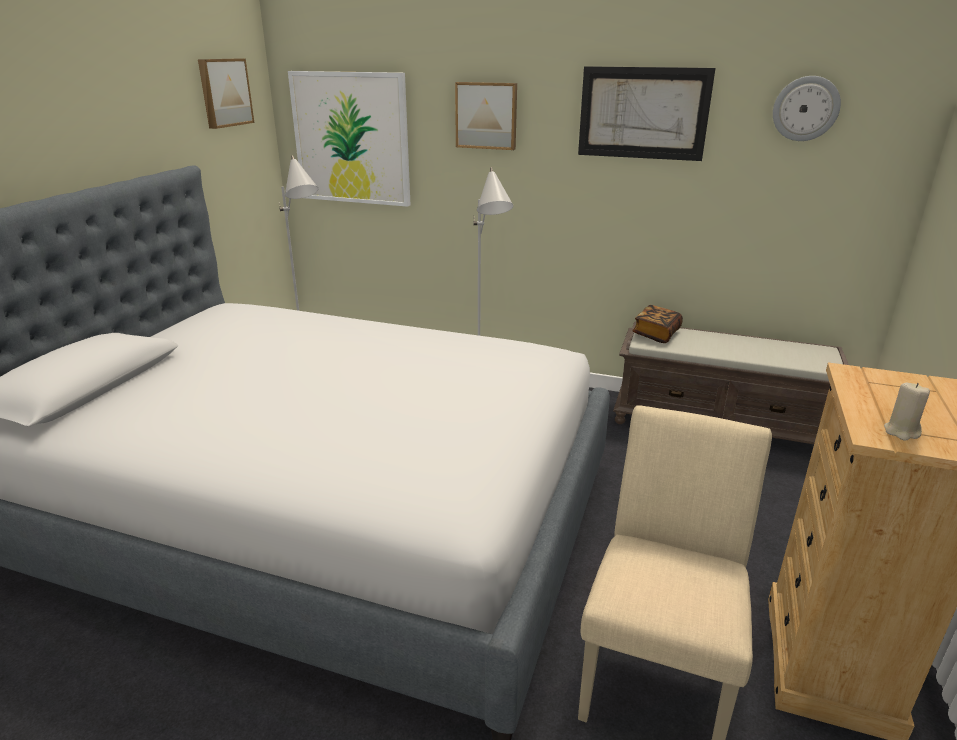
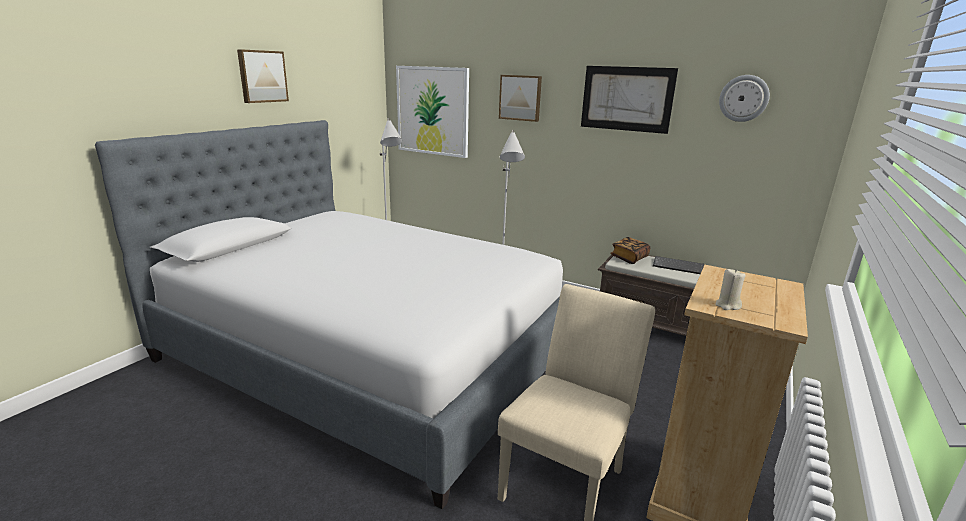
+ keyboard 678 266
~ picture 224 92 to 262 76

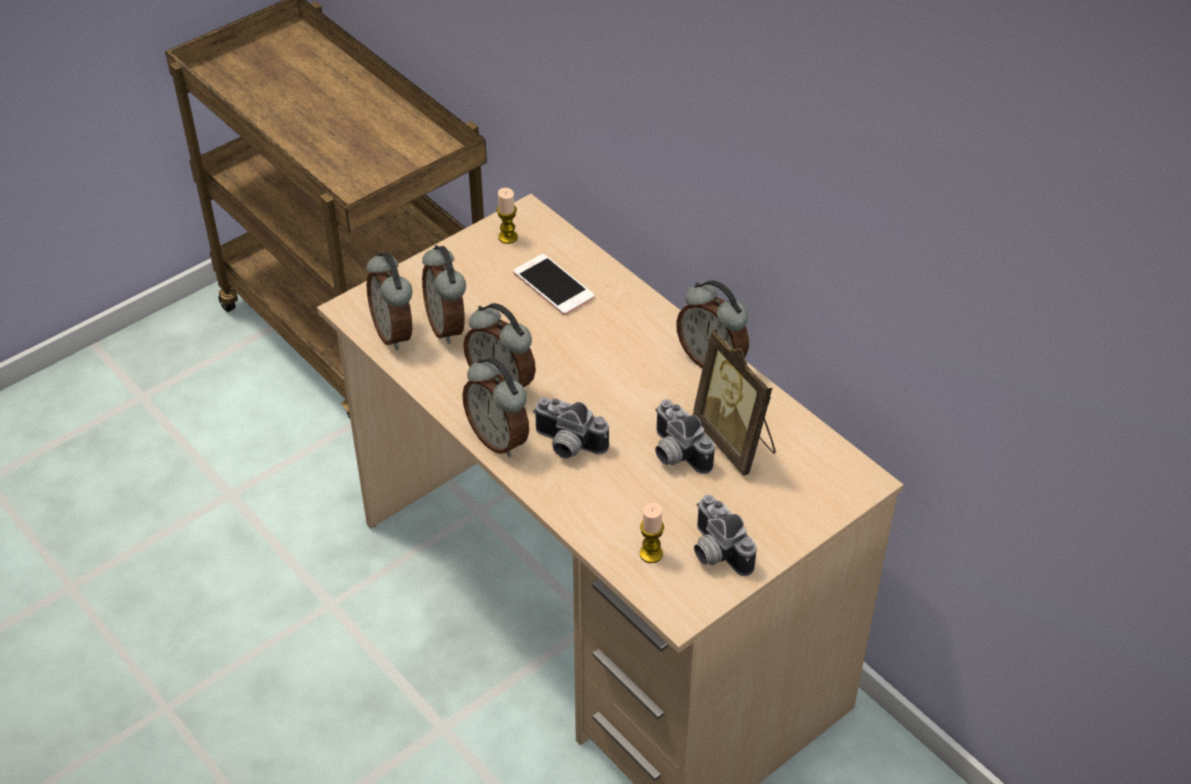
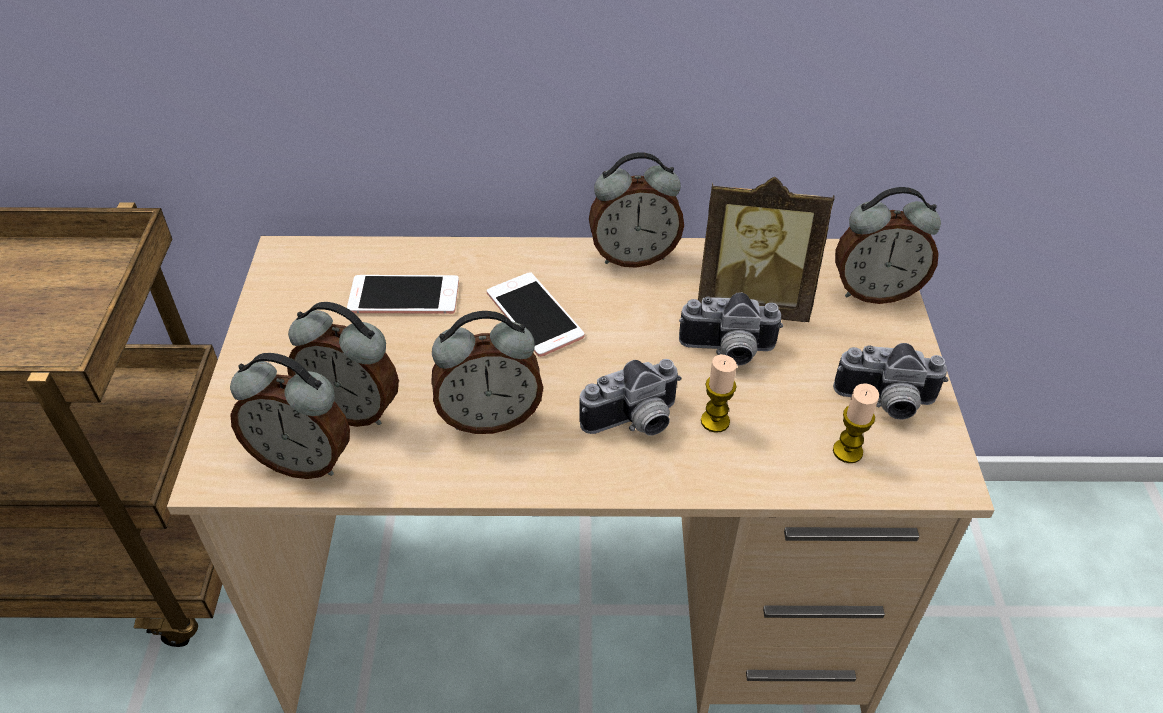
+ phone 534 315
~ alarm clock 499 439 to 874 291
~ candle 508 237 to 715 421

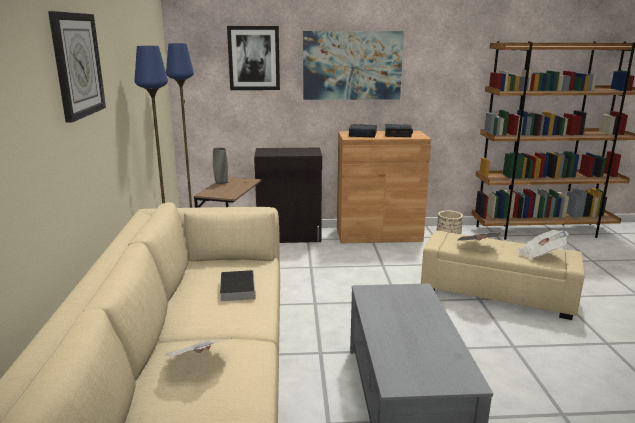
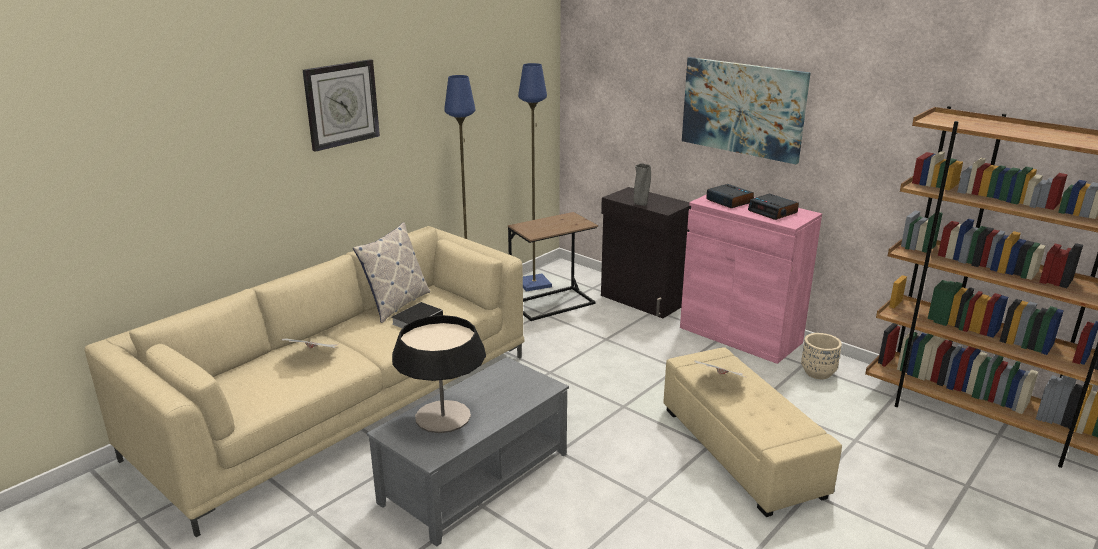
- picture 254 58
- newspaper 540 255
+ pillow 396 304
+ table lamp 442 416
~ grey vase 221 183 to 641 204
~ brown cabinet 378 234 to pink cabinet 740 335

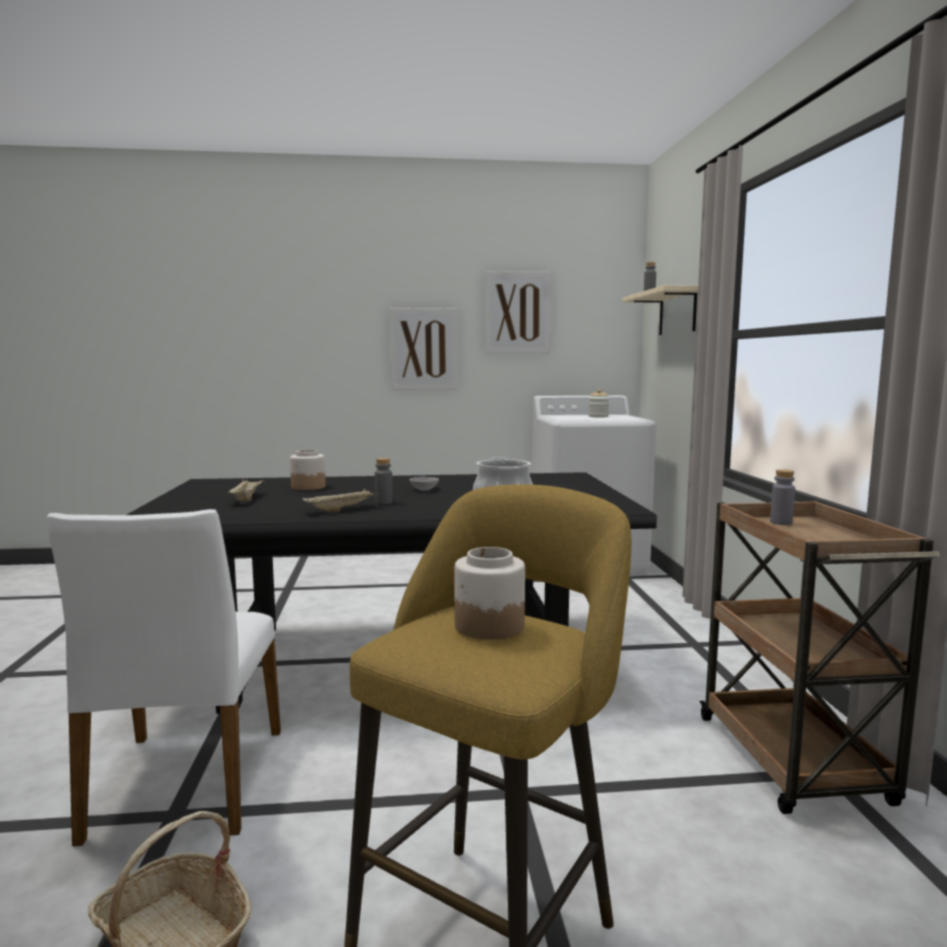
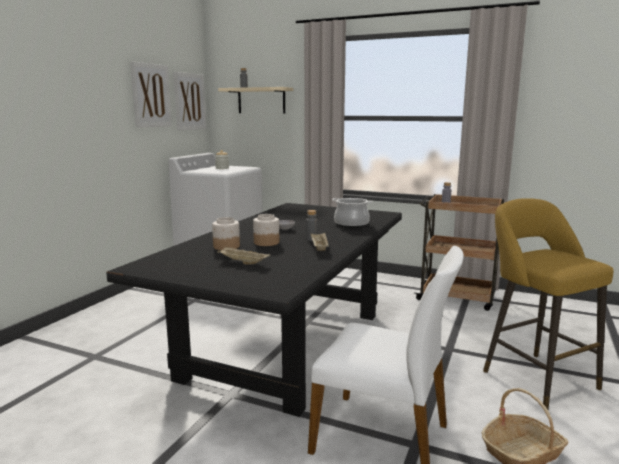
~ picture 423 349 to 189 101
~ jar 489 626 to 266 242

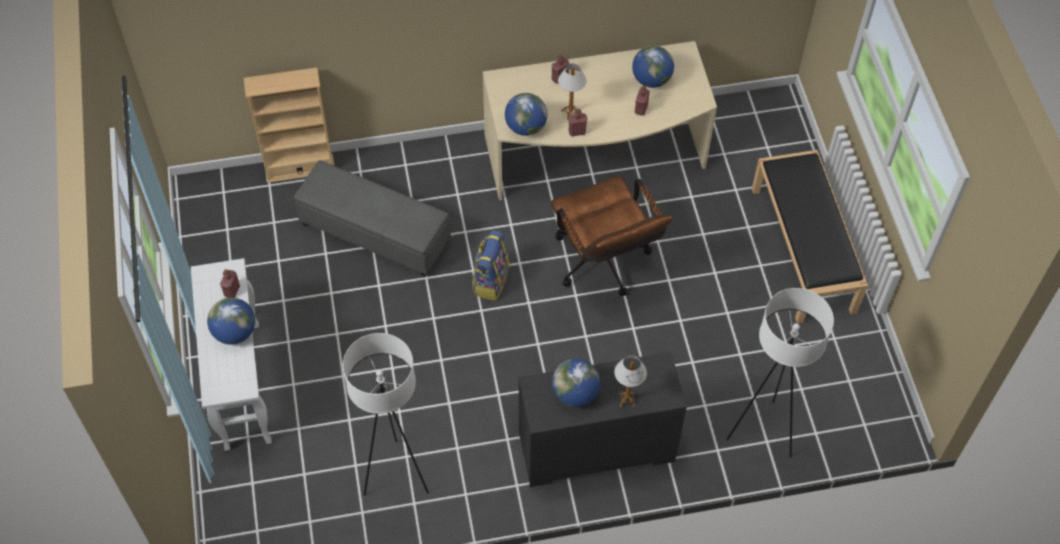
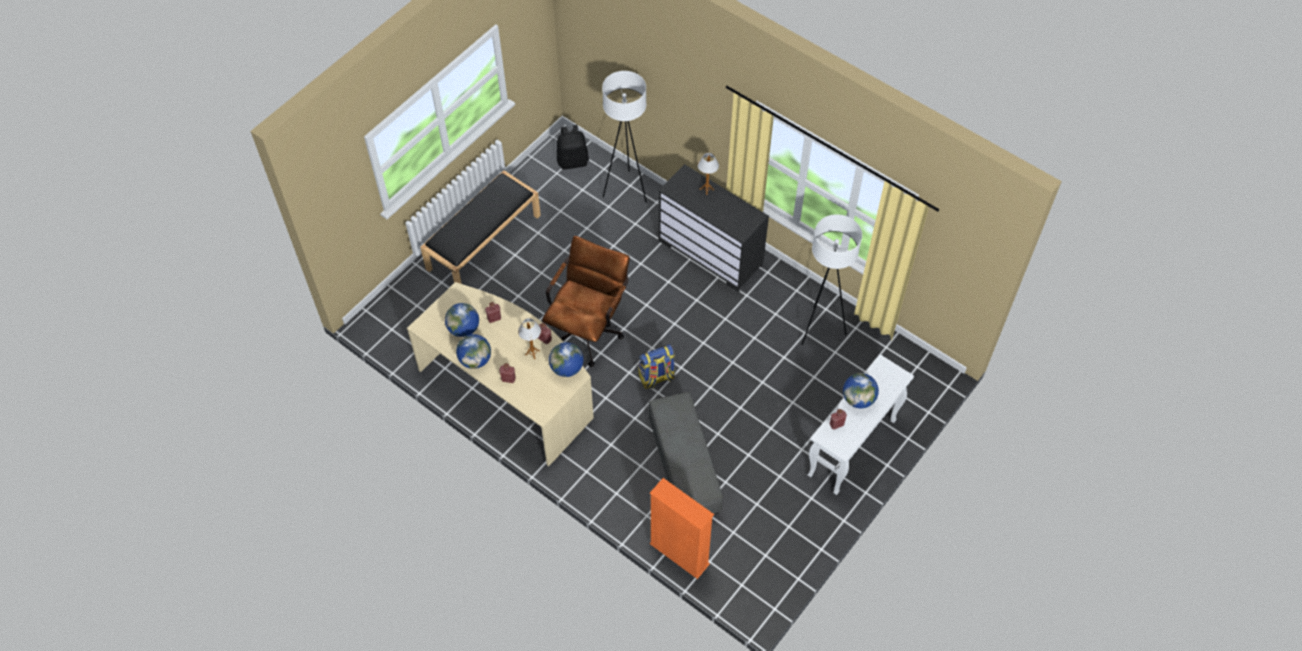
+ black backpack 573 161
~ globe 575 394 to 475 360
~ beige bookcase 300 168 to orange bookcase 679 554

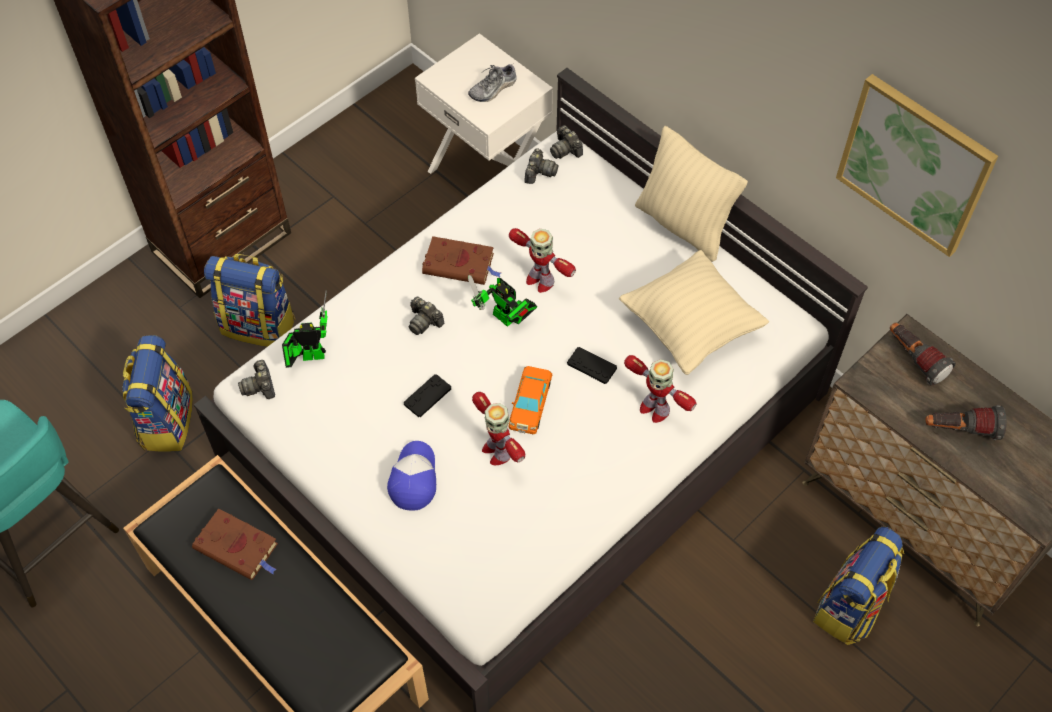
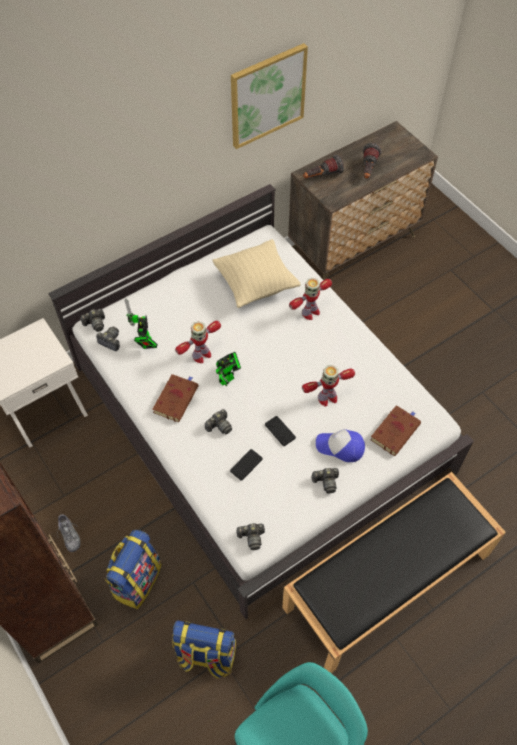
- orange toy car 530 403
- beige pillow 683 225
- backpack 850 607
+ photo camera 326 482
~ brown book 238 547 to 395 431
~ toy robot 309 355 to 145 342
~ shoe 493 89 to 69 535
~ black game controller 591 366 to 246 465

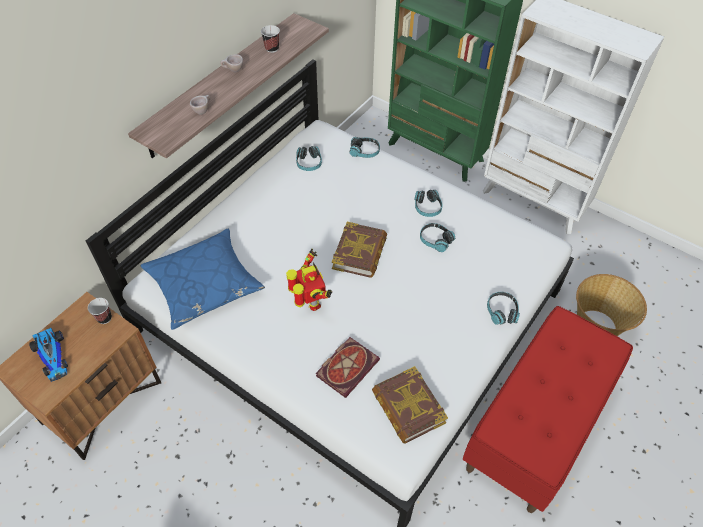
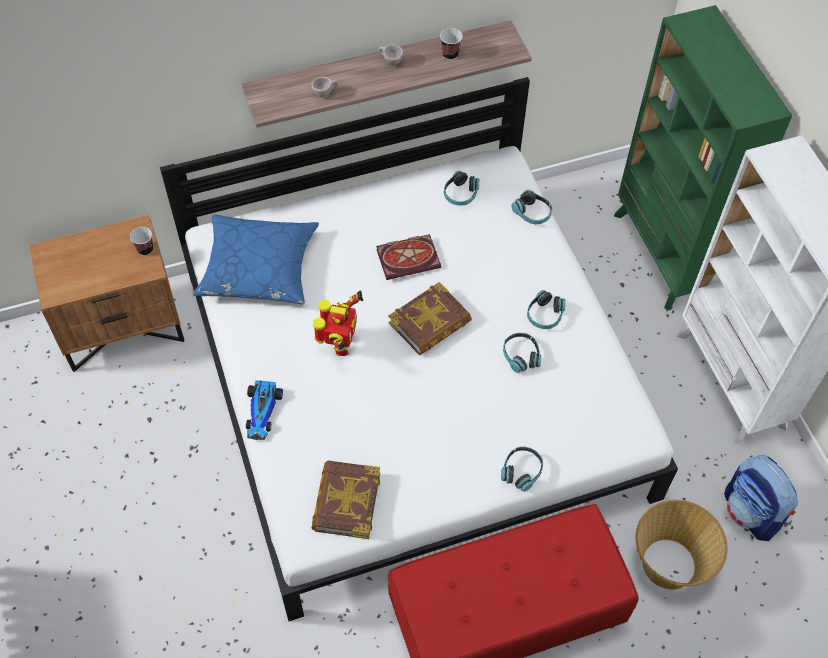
+ backpack 751 513
~ toy car 53 357 to 262 412
~ book 347 366 to 409 257

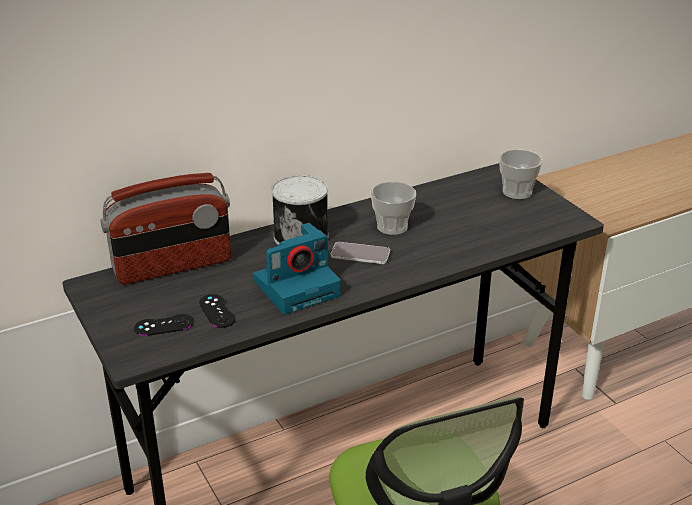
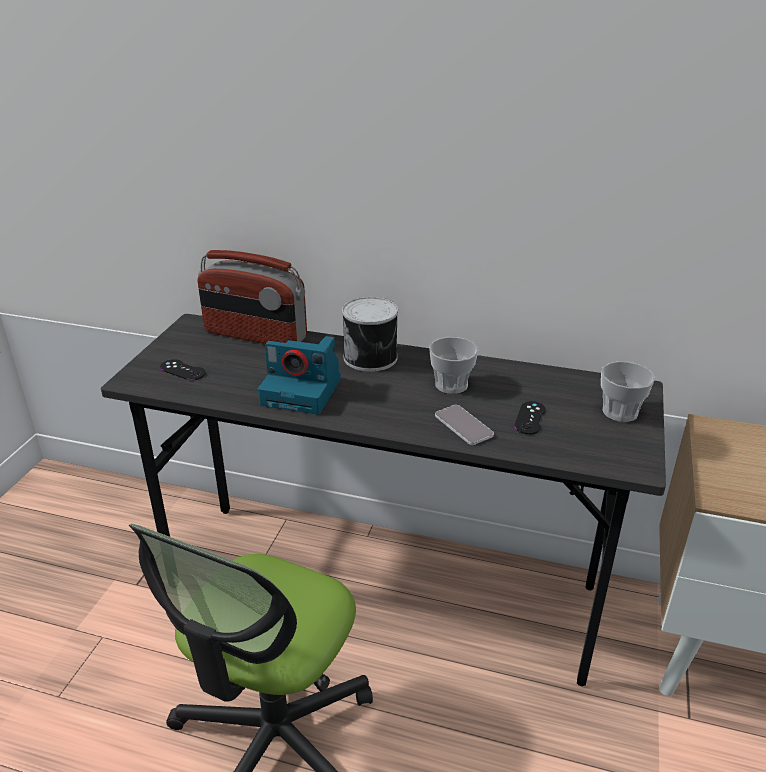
~ black game controller 217 311 to 530 418
~ phone 360 254 to 463 426

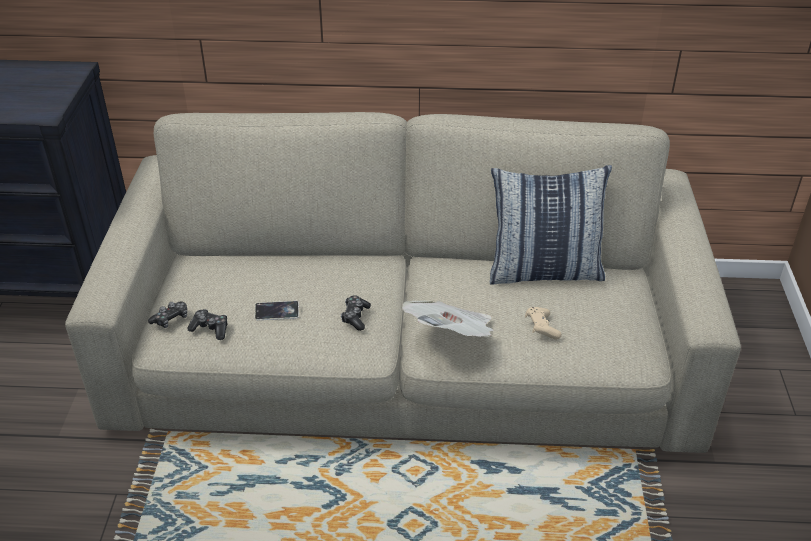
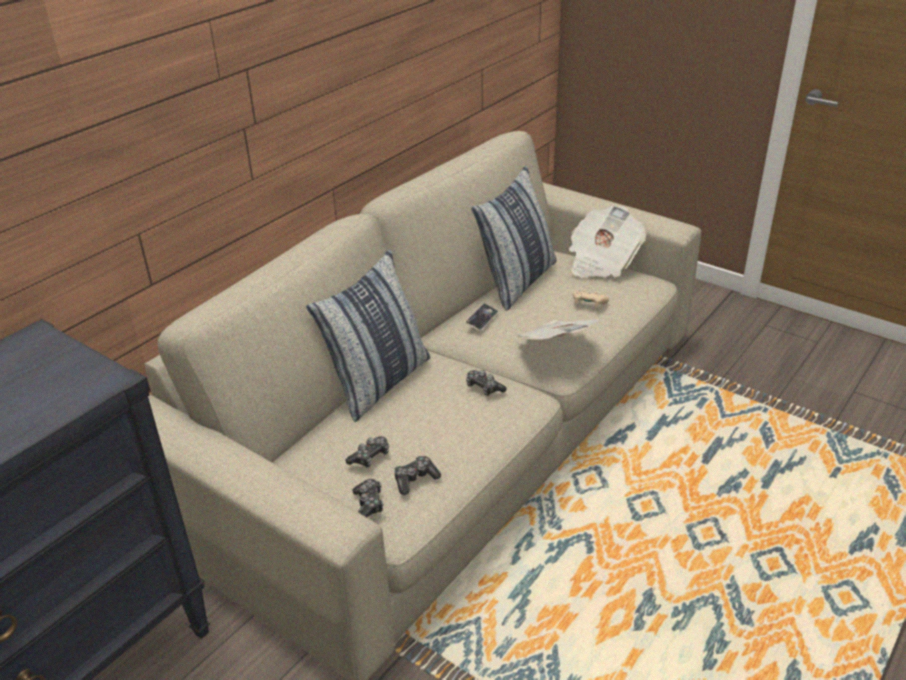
+ pillow 379 383
+ game controller 370 457
+ newspaper 602 261
~ phone 277 313 to 482 319

